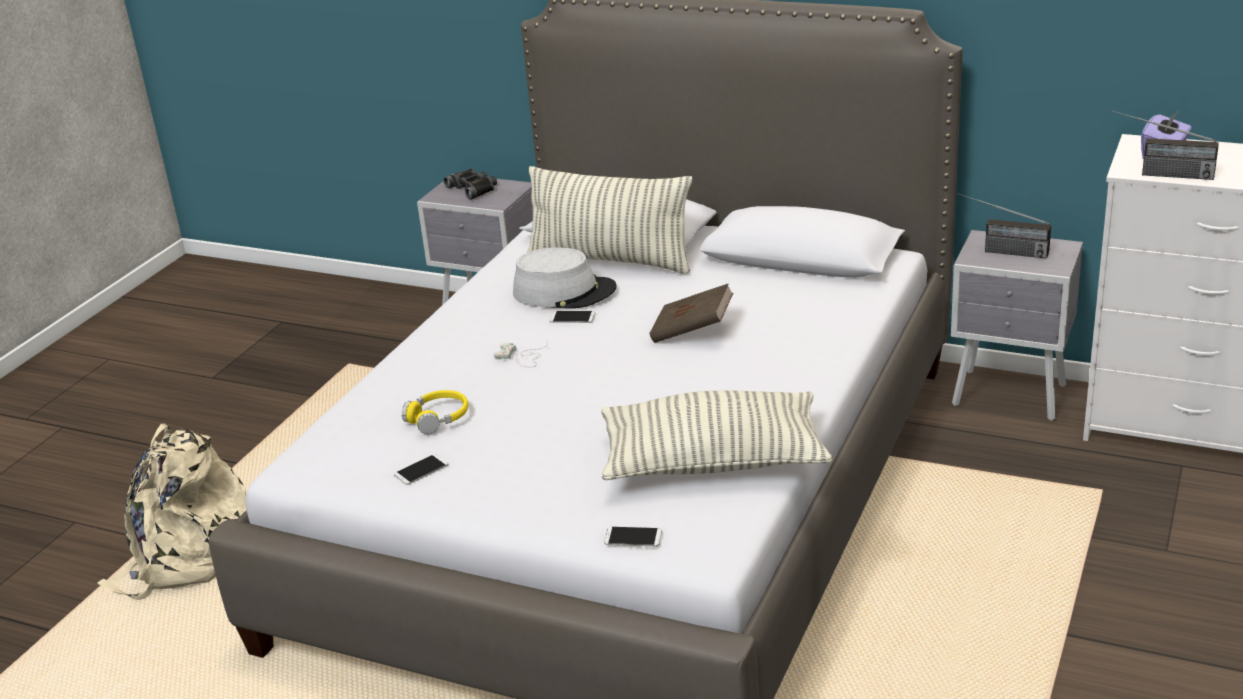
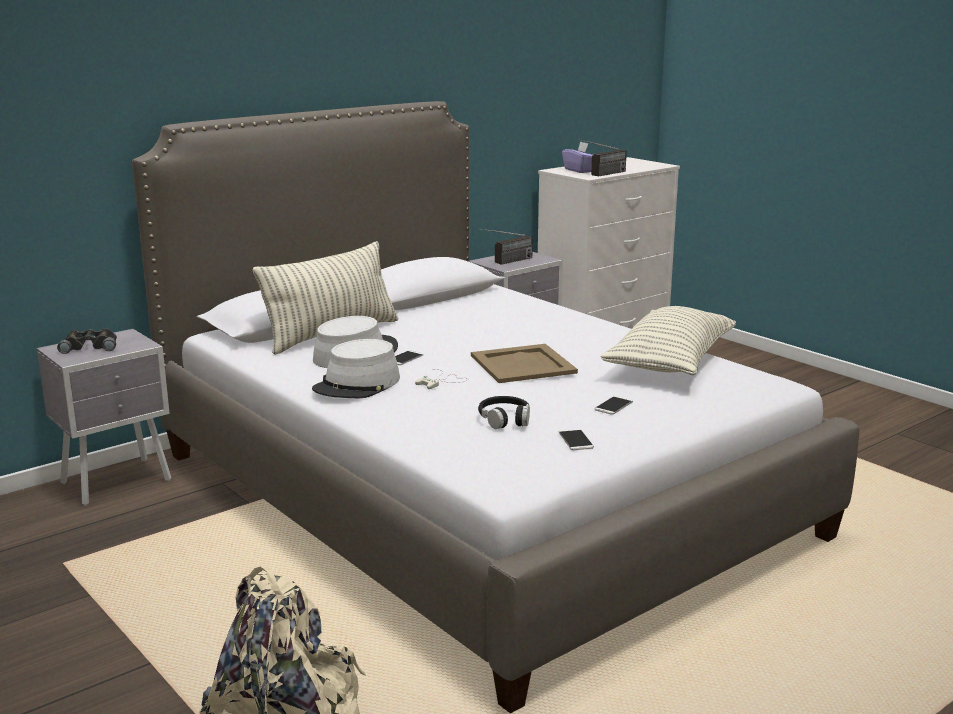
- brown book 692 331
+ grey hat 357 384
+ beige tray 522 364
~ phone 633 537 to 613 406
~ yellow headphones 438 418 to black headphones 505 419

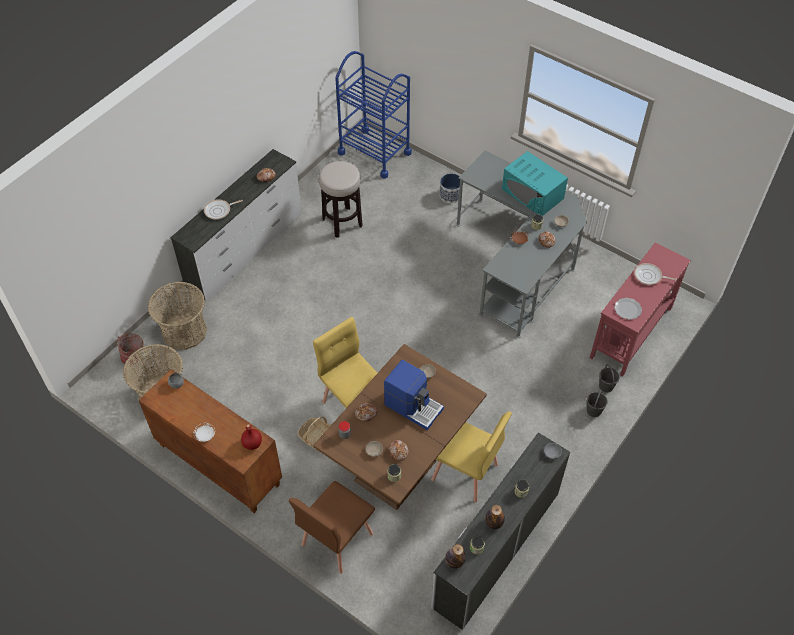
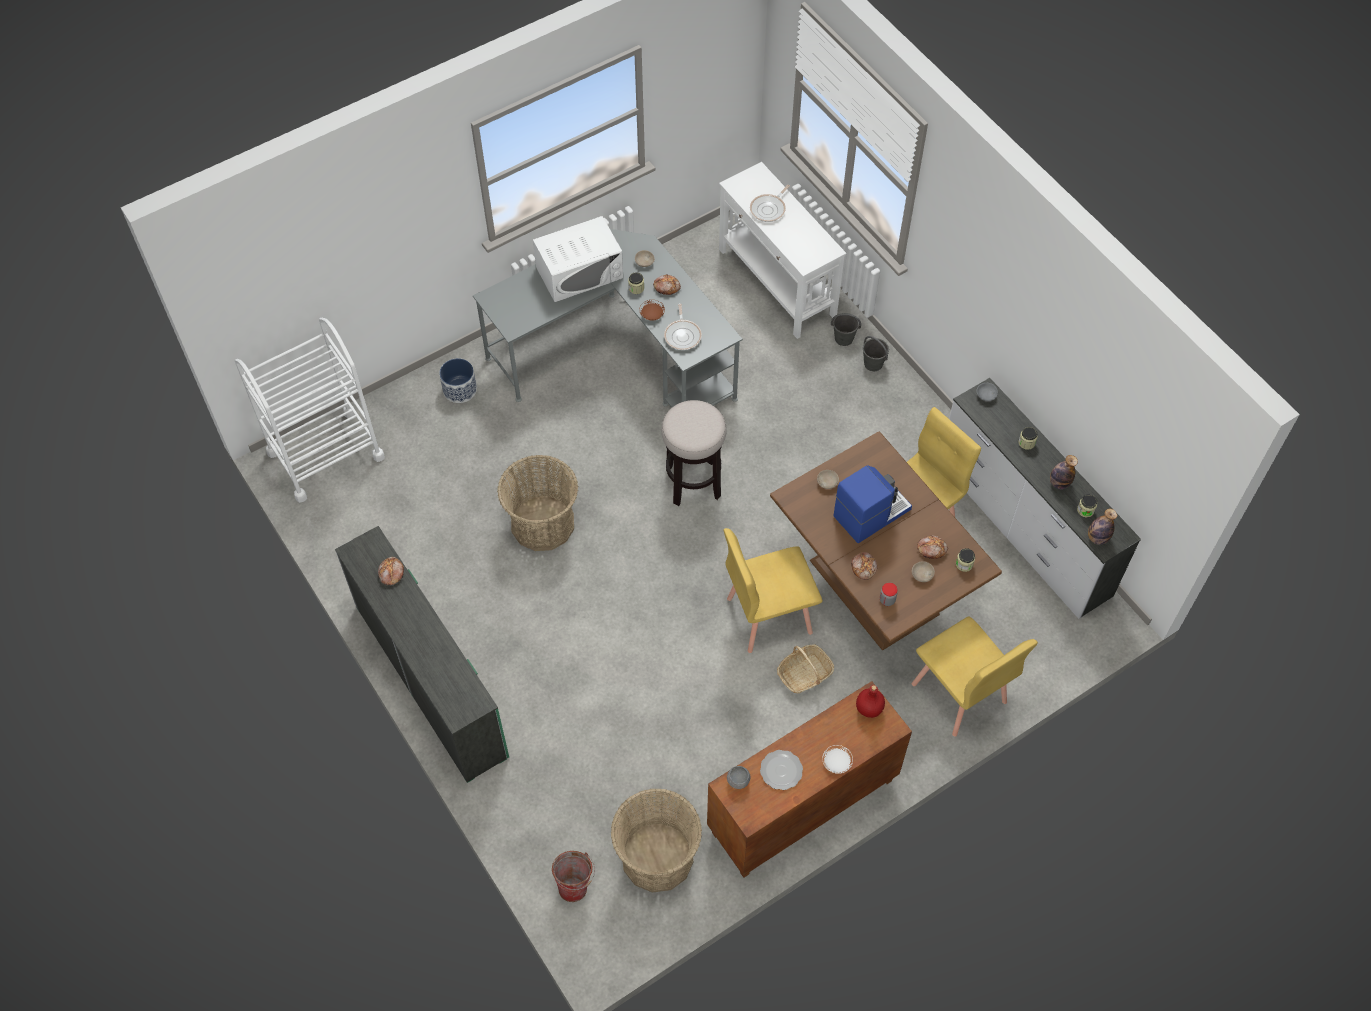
~ basket 184 331 to 543 523
~ frying pan 219 211 to 683 335
~ stool 342 222 to 693 483
~ plate 627 309 to 780 771
~ white dresser 245 249 to green dresser 431 679
~ brown chair 336 539 to yellow chair 959 694
~ blue cart 374 153 to white cart 325 455
~ turquoise microwave 532 194 to white microwave 580 272
~ red console table 630 332 to white console table 777 283

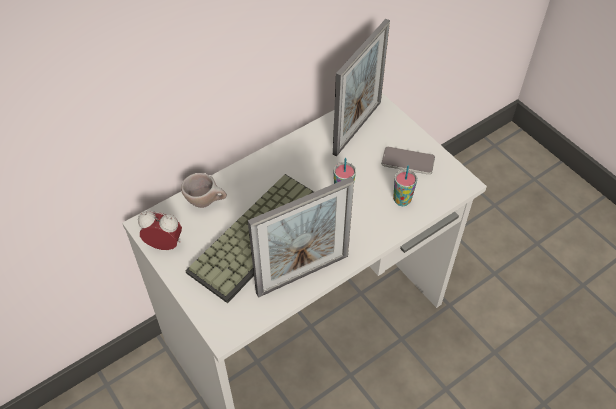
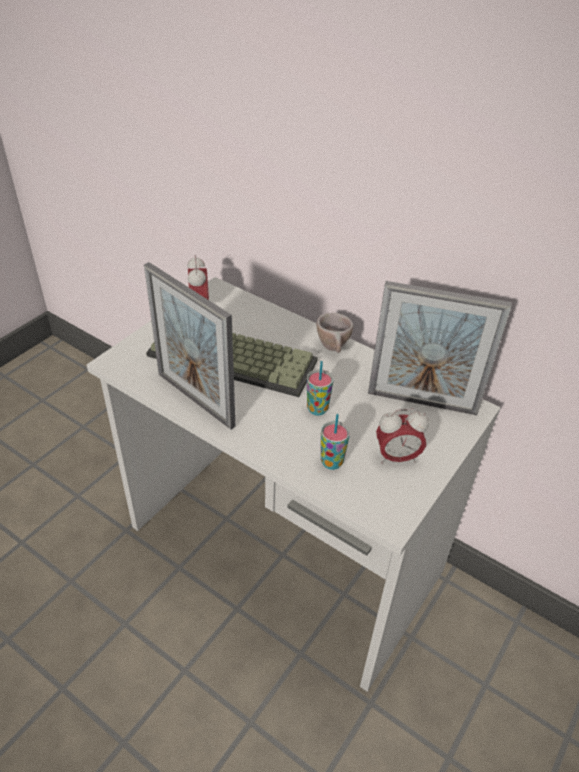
~ beige cup 206 202 to 334 349
~ phone 408 161 to alarm clock 396 457

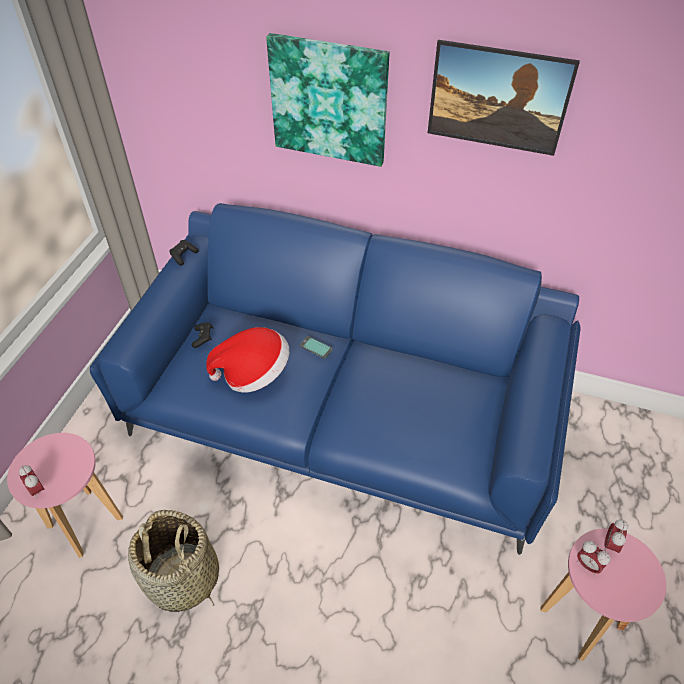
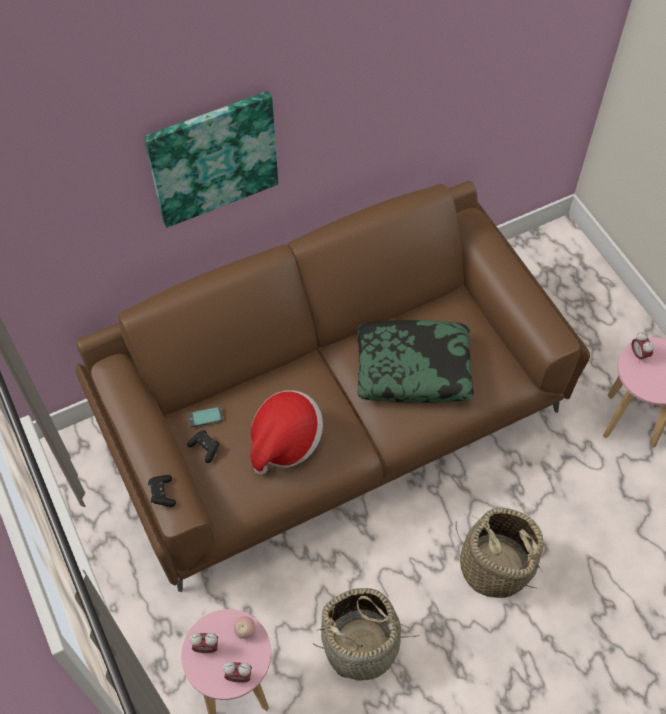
- picture 494 121
+ apple 245 631
+ pillow 413 368
+ basket 495 565
~ black game controller 183 256 to 162 494
~ phone 316 348 to 205 417
~ alarm clock 587 565 to 206 647
~ blue sofa 343 416 to brown sofa 334 418

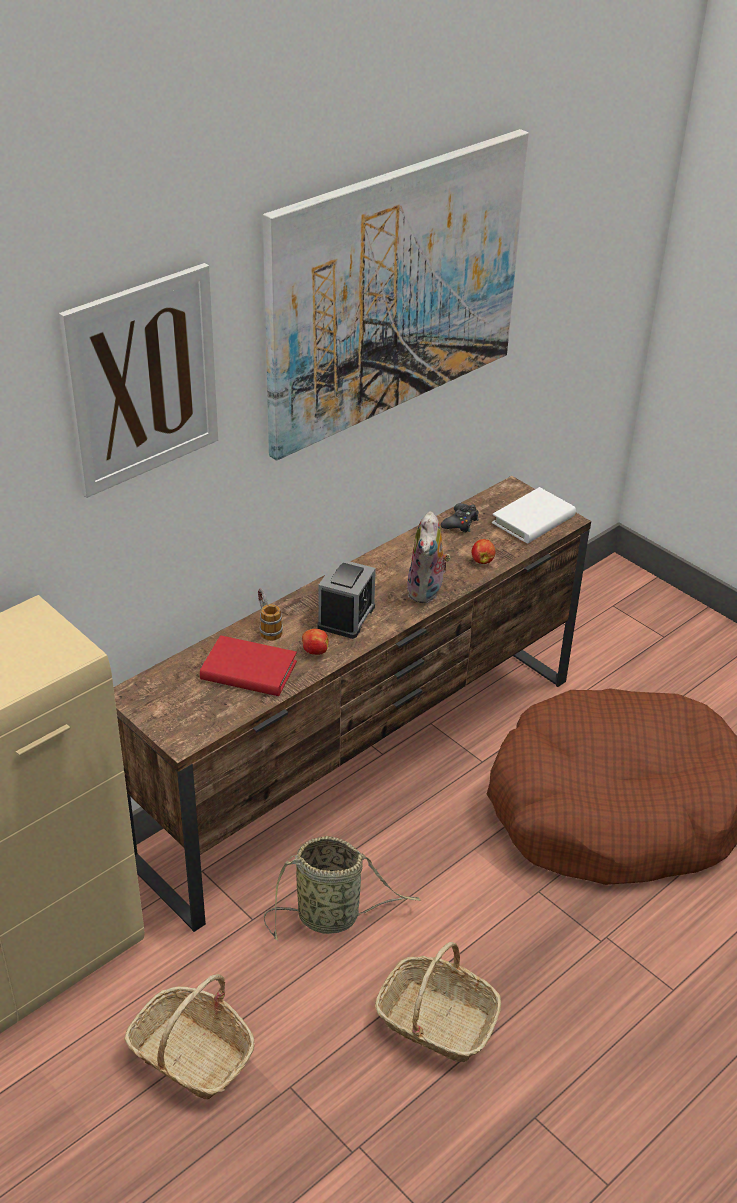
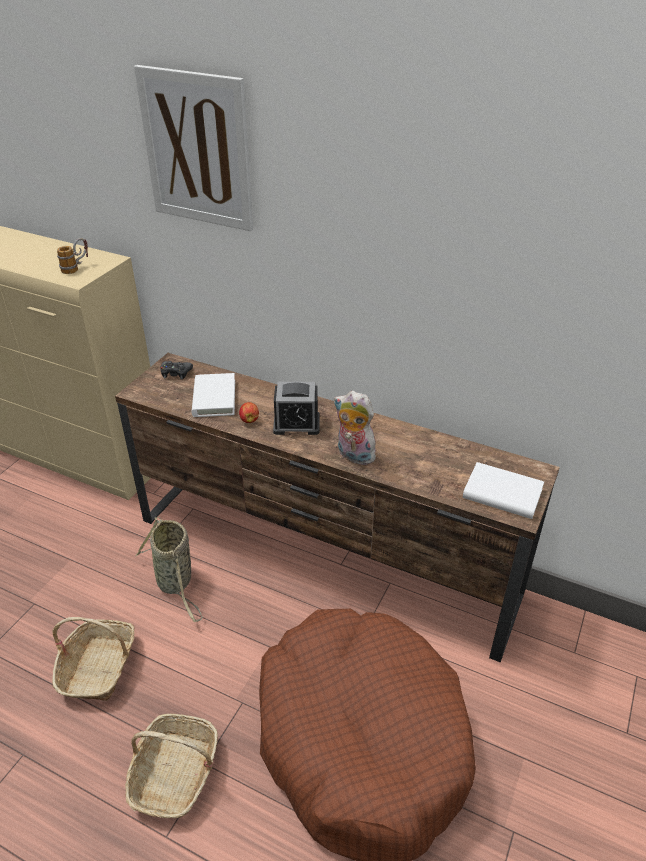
- picture 395 290
- apple 482 560
~ basket 192 1055 to 175 774
~ mug 267 627 to 76 268
~ black game controller 460 523 to 176 373
~ red book 248 671 to white book 214 398
~ plush toy 427 591 = 353 455 45 degrees clockwise

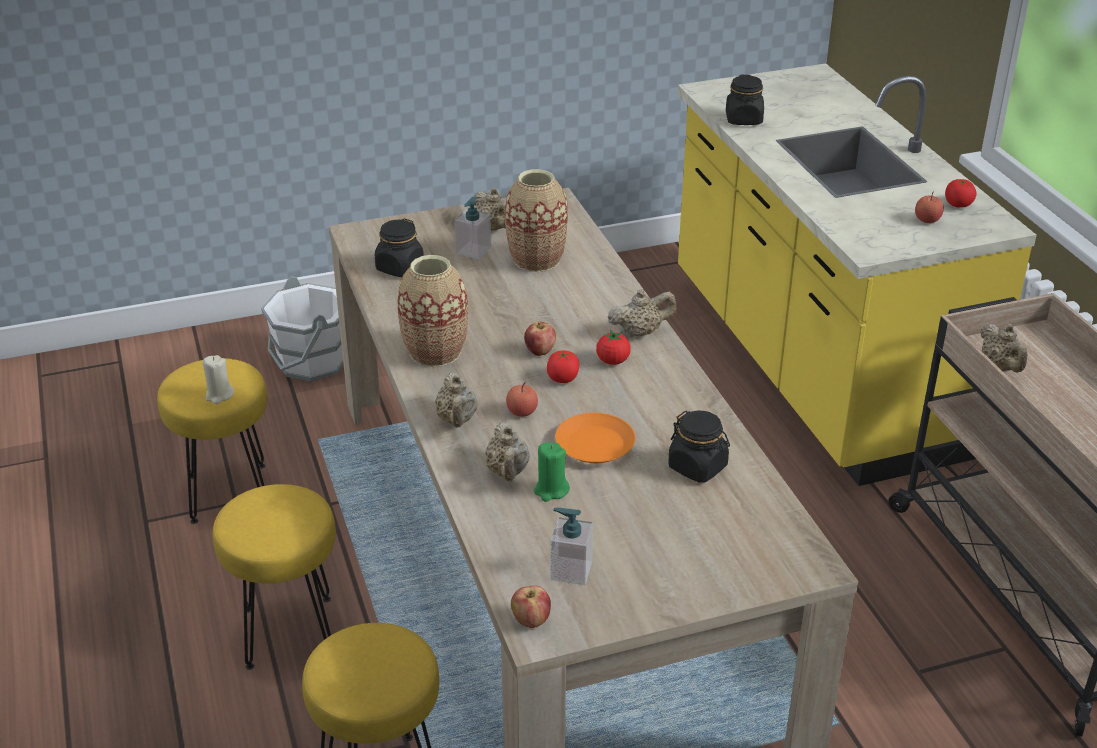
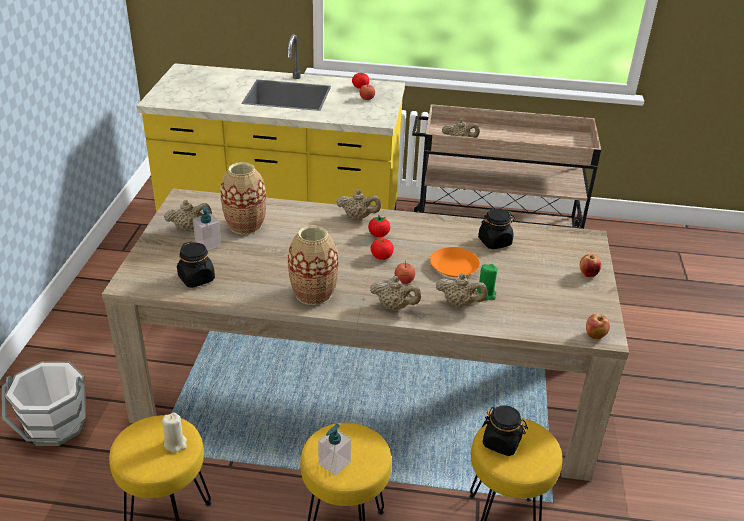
~ apple 540 352 to 588 274
~ soap dispenser 571 570 to 334 463
~ black jar 744 119 to 502 442
~ beige teapot 640 332 = 358 217 90 degrees clockwise

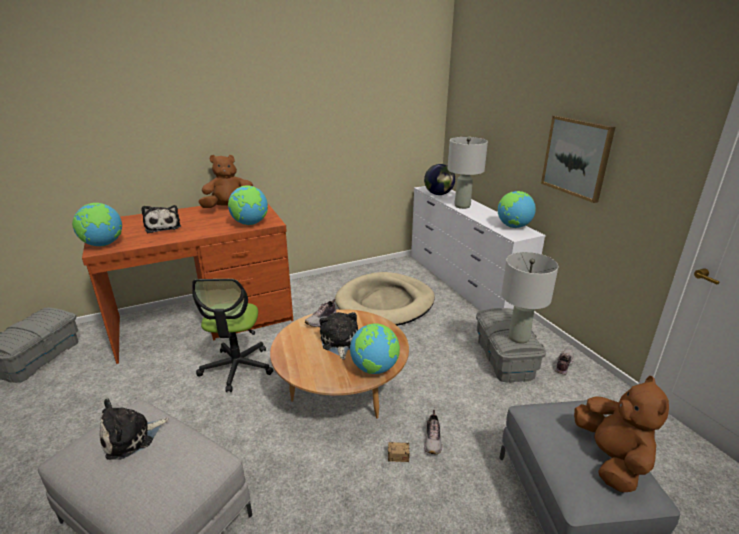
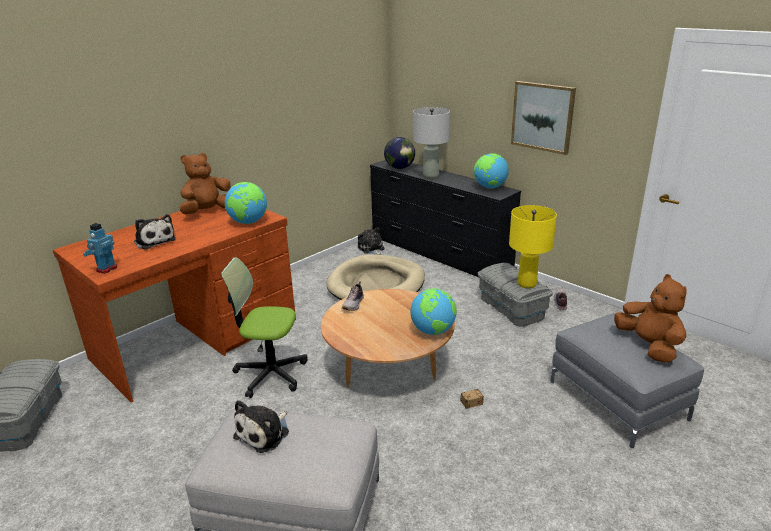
- shoe 433 440
~ plush toy 339 342 to 371 249
~ globe 103 244 to toy robot 106 269
~ white dresser 463 284 to black dresser 438 254
~ grey table lamp 519 338 to yellow table lamp 527 284
~ office chair 237 368 = 270 374 120 degrees clockwise

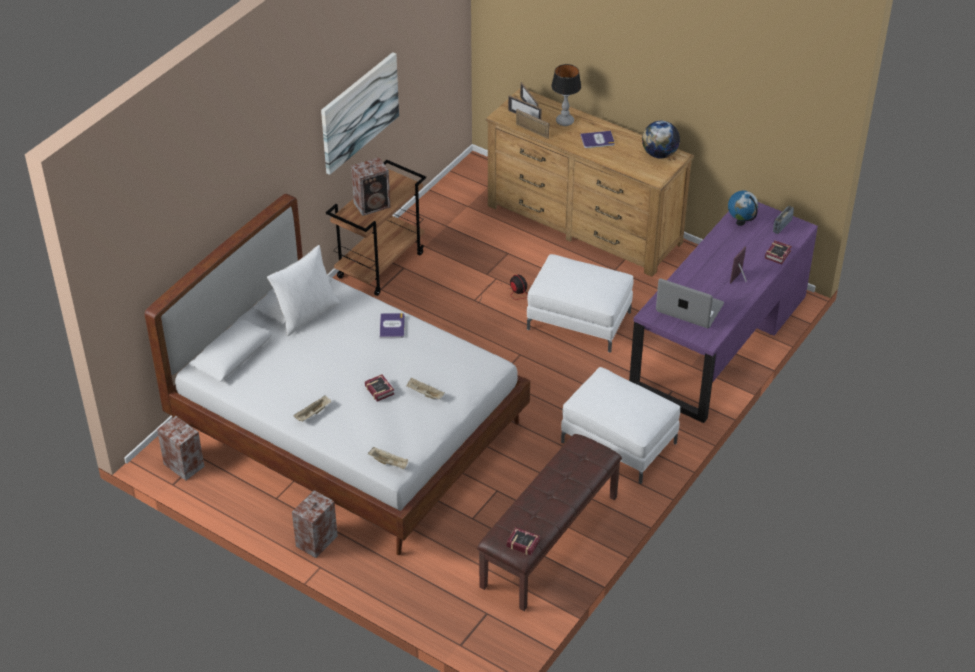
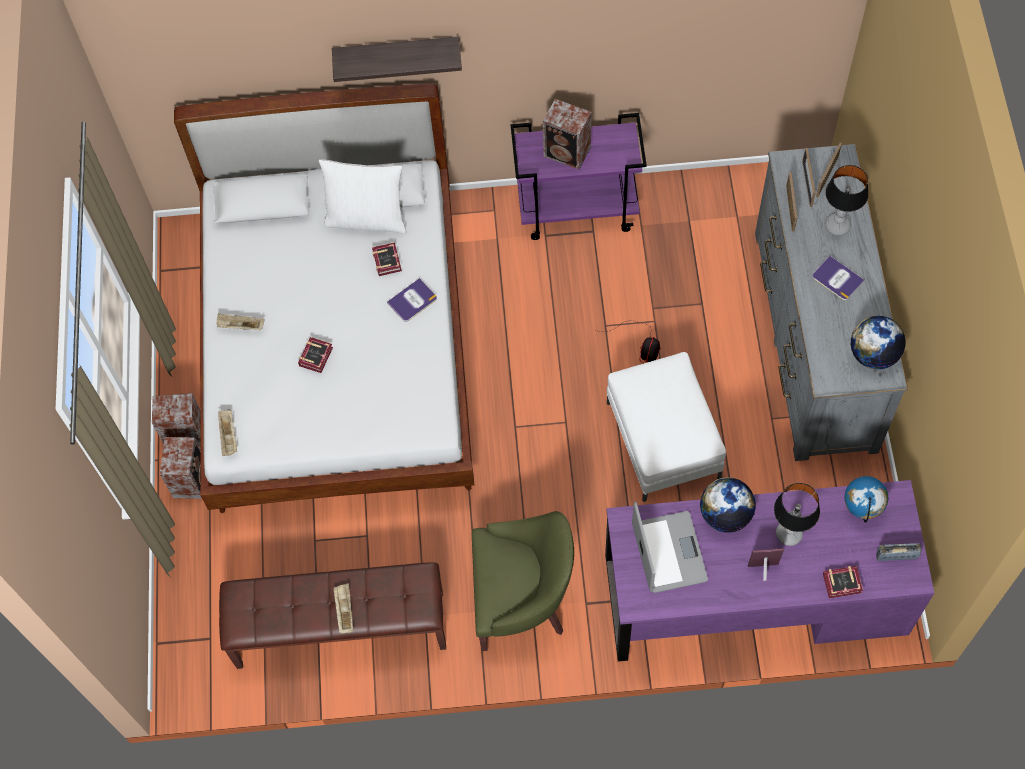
- picture 359 112
+ shelf 397 54
+ globe 725 514
+ table lamp 789 534
~ speaker 183 464 to 191 478
~ beige tray 424 394 to 344 611
~ book 522 542 to 387 259
~ white ottoman 618 442 to green armchair 522 599
~ brown cart 380 265 to purple cart 578 209
~ brown dresser 584 224 to grey dresser 814 340

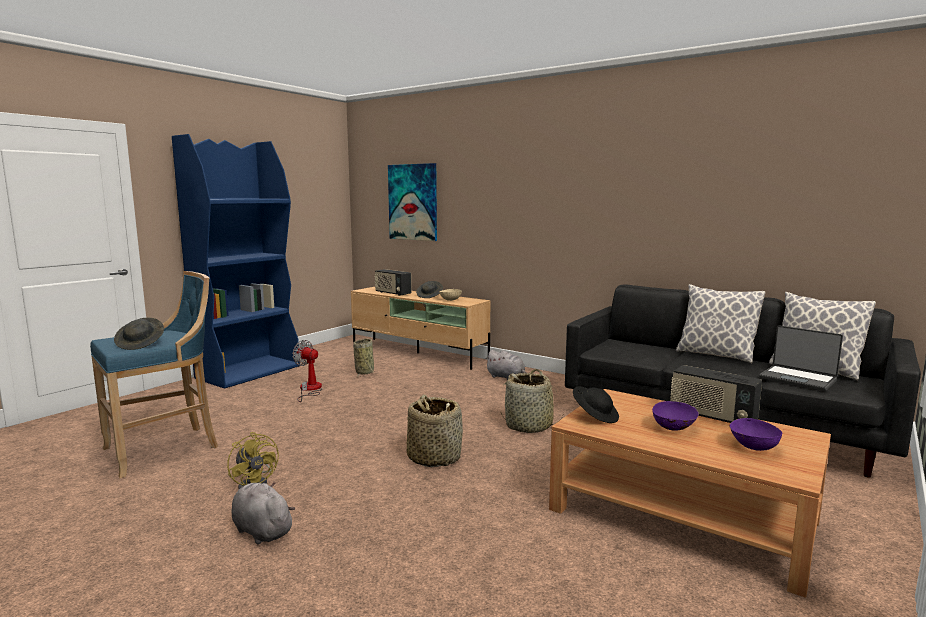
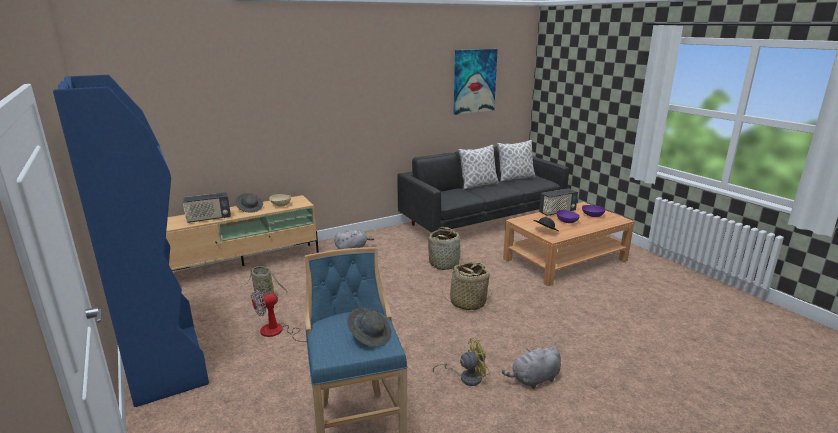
- laptop 798 379
~ picture 413 202 to 474 81

